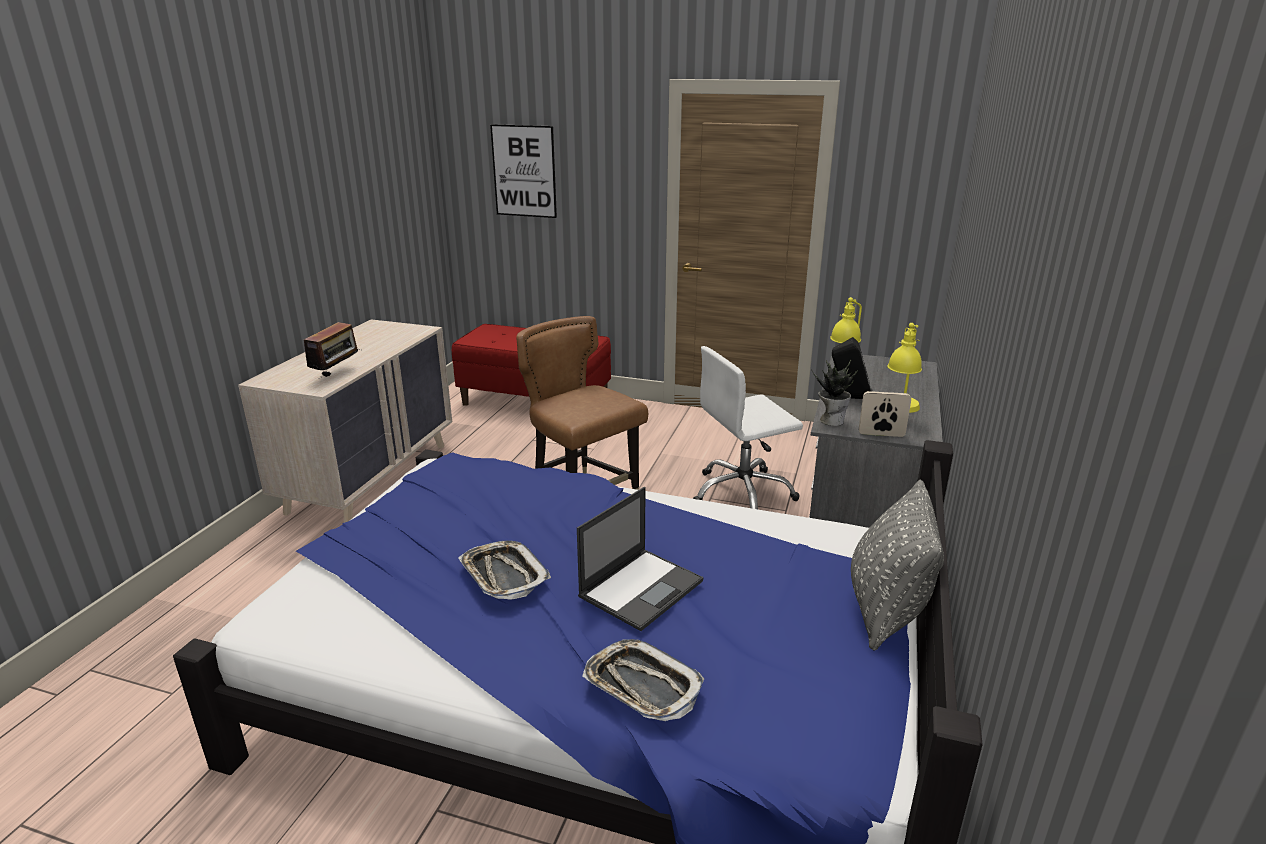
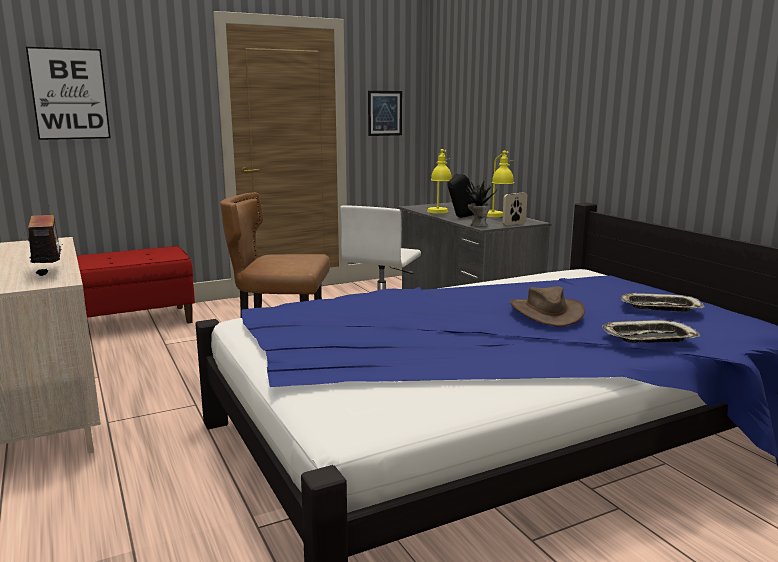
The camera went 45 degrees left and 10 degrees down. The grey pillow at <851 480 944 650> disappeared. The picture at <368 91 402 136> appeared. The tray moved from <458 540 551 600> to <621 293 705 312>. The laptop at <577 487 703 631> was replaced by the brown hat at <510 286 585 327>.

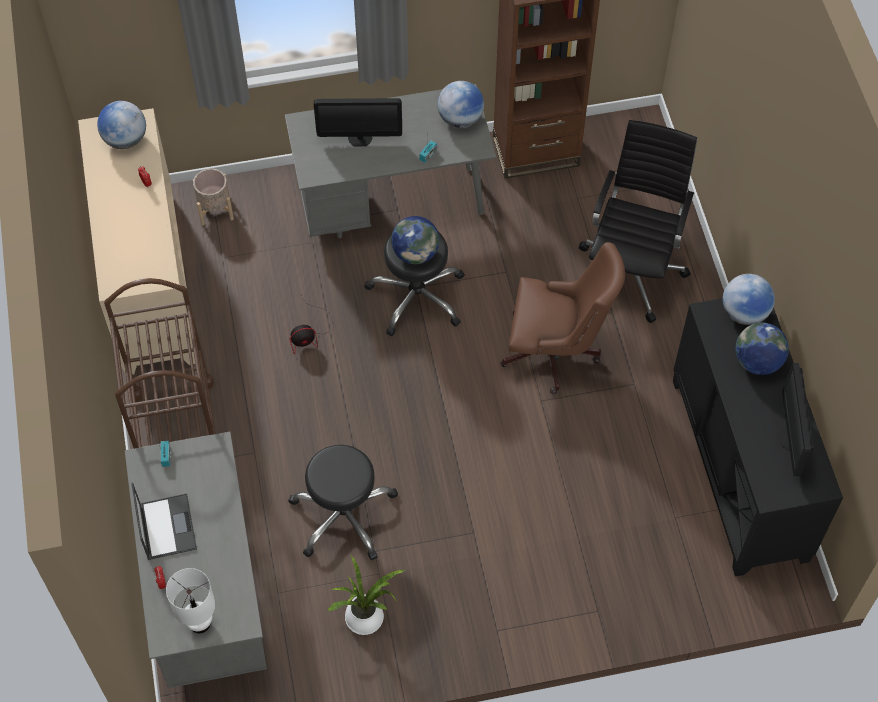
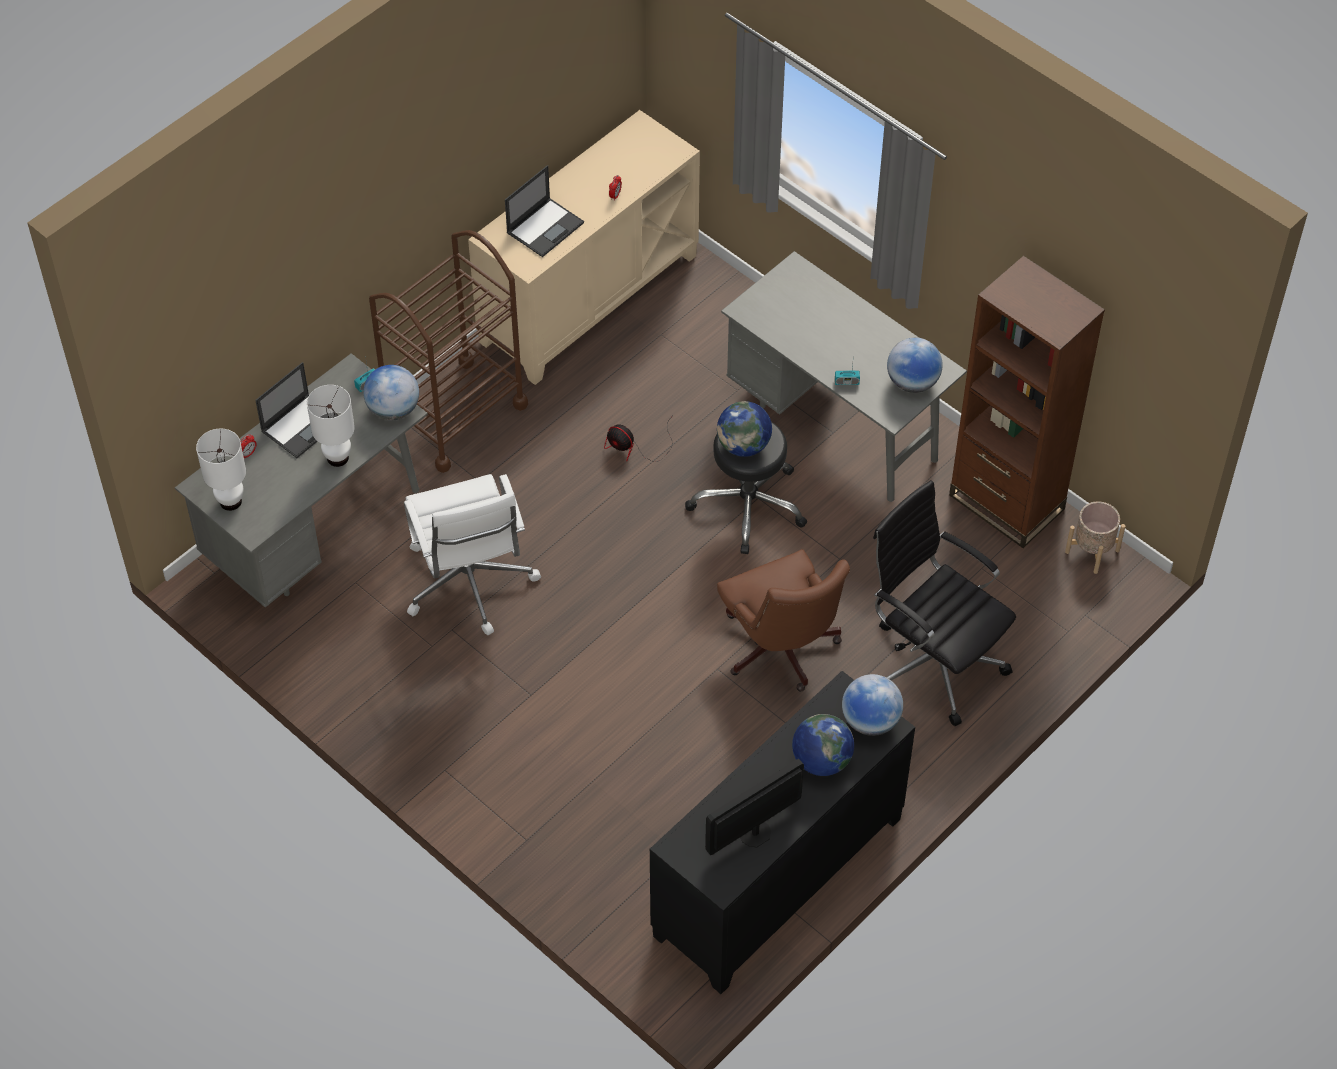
The camera went 55 degrees right and 5 degrees down. The monitor at <314 98 402 146> disappeared. The potted plant at <328 554 405 635> disappeared. The white table lamp at <307 385 355 467> appeared. The laptop at <505 165 584 257> appeared. The globe moved from <97 101 146 149> to <363 365 419 420>. The beige planter moved from <193 169 234 225> to <1065 501 1126 574>. The black stool at <288 445 398 560> was replaced by the white office chair at <404 474 541 635>. The black office chair at <579 120 698 323> turned 120 degrees counterclockwise.

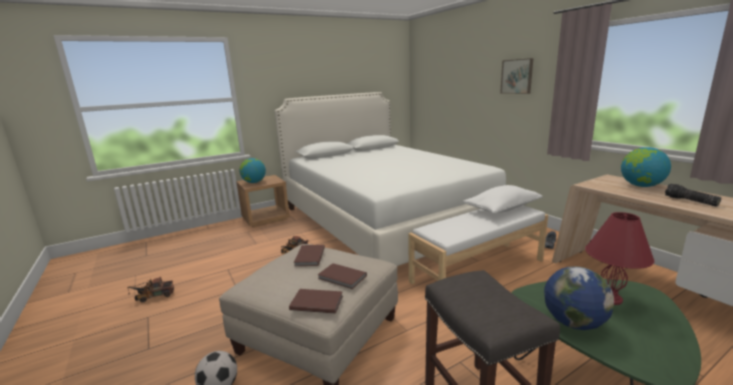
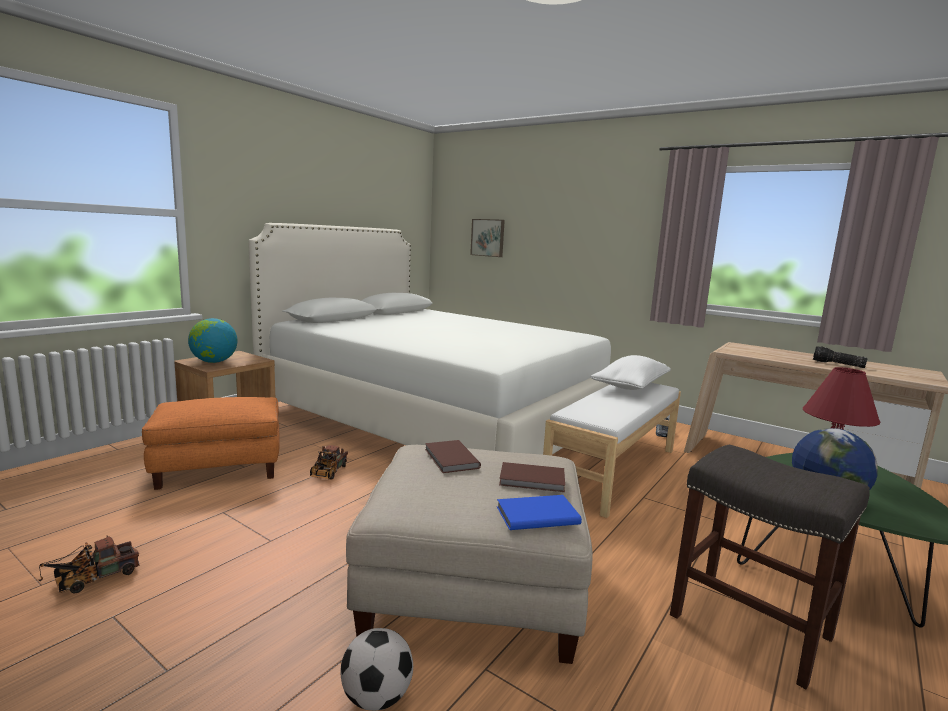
The camera went 25 degrees left and 5 degrees down. The globe at <621 147 671 187> disappeared. The orange ottoman at <142 397 280 490> appeared. The picture moved from <500 58 533 94> to <470 219 505 257>. The brown book at <289 289 343 314> became the blue book at <497 495 582 530>.

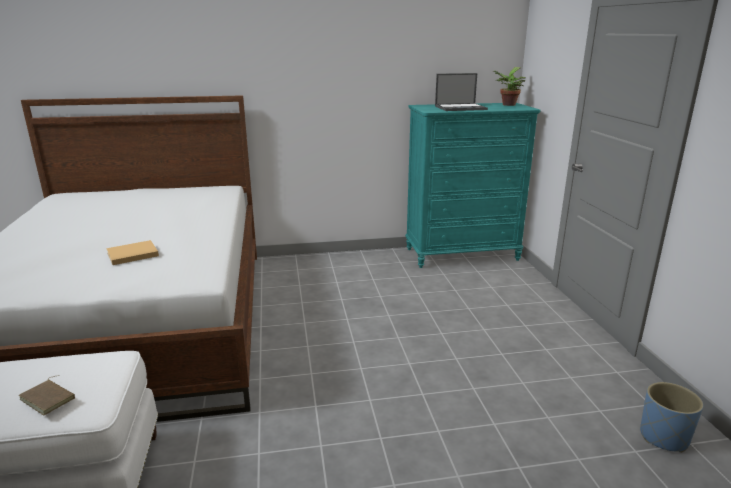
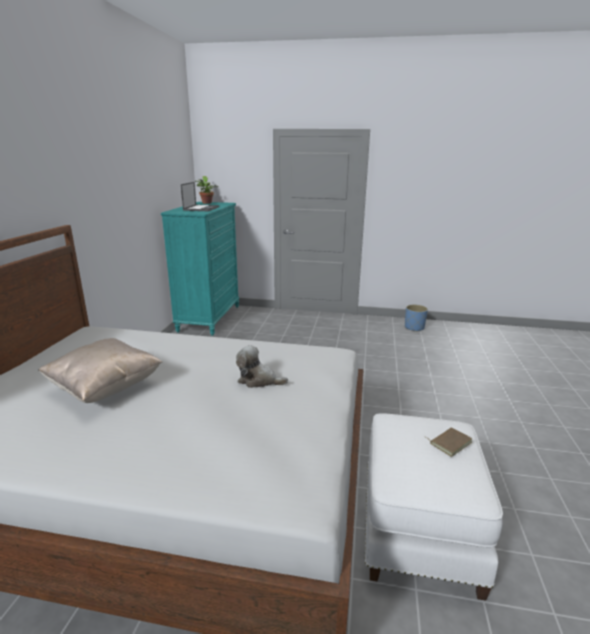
The camera went 70 degrees left and 0 degrees up. The beige pillow at <38 338 162 403> appeared. The beige book at <106 240 159 265> was replaced by the plush toy at <236 345 288 388>.

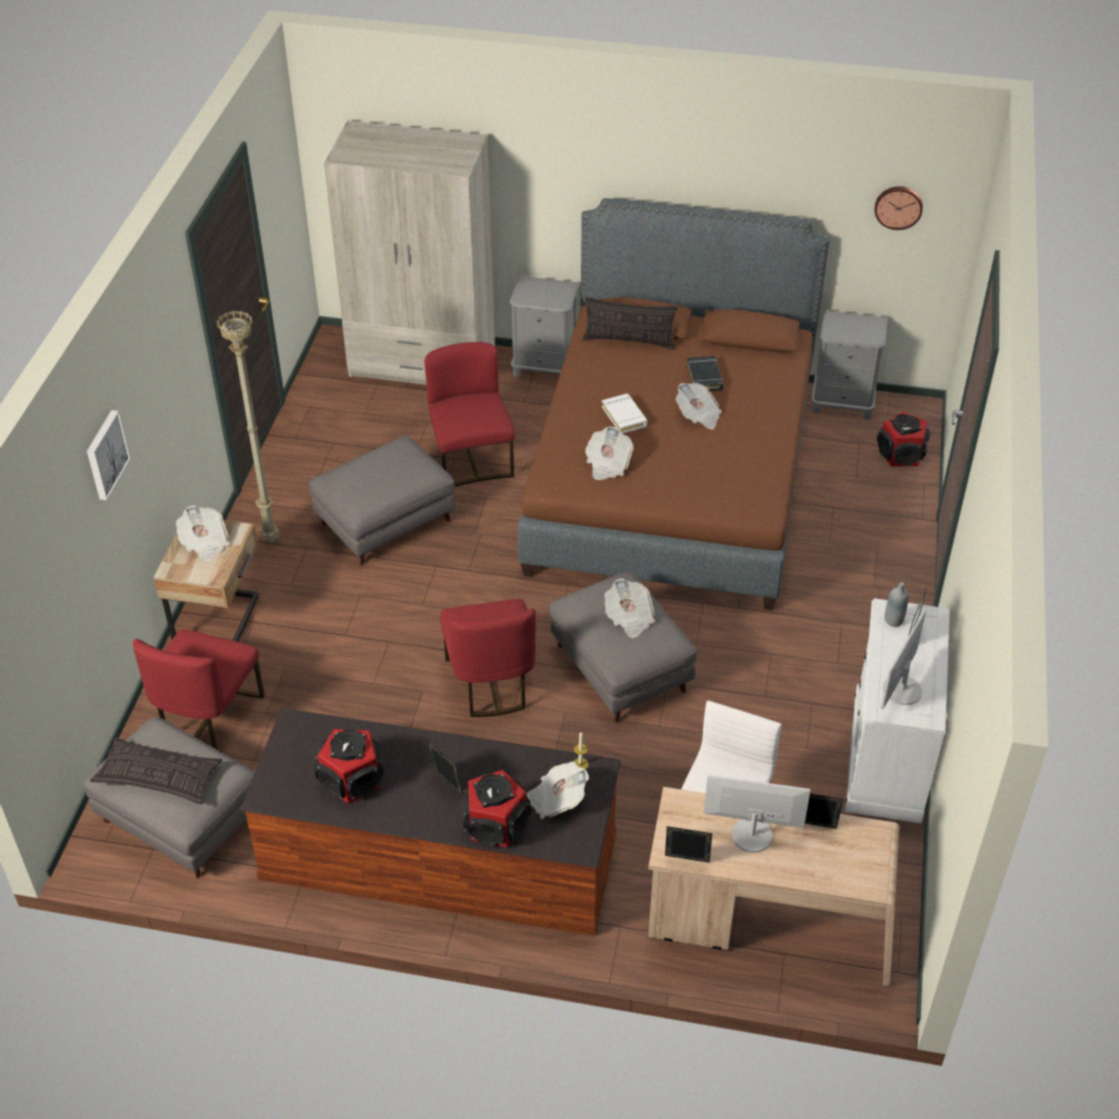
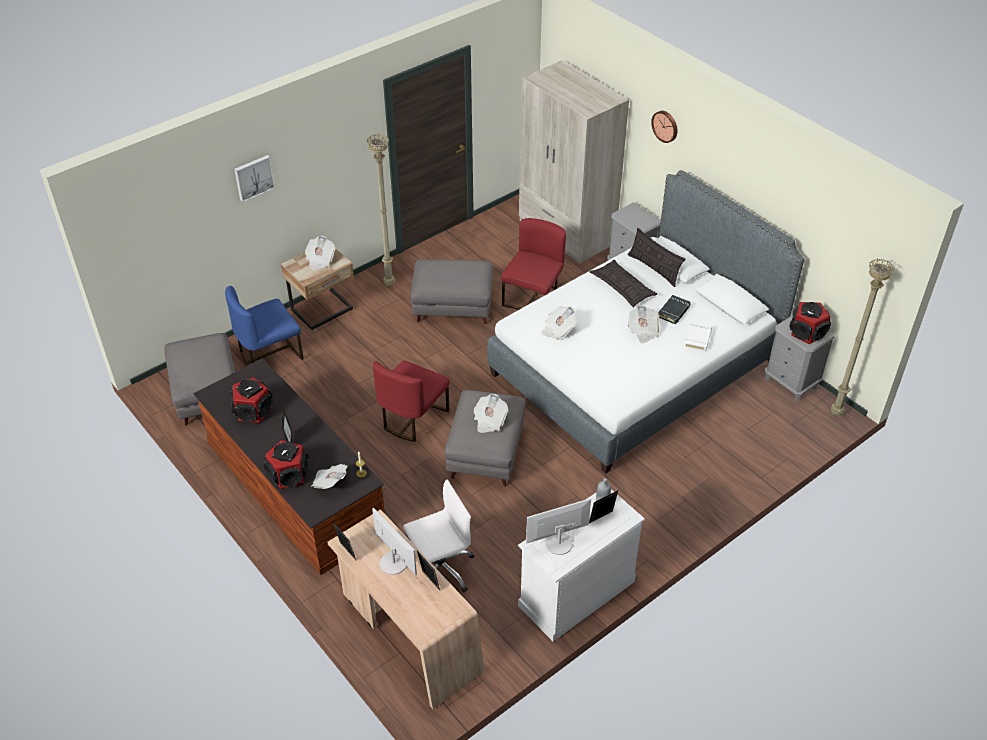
The camera went 40 degrees right and 0 degrees up. The beige floor lamp at <831 258 895 416> appeared. The pillow moved from <90 737 222 804> to <590 260 657 308>. The white book moved from <602 393 647 434> to <685 322 712 351>. The wall clock moved from <875 186 923 230> to <651 111 677 143>. The speaker moved from <877 412 930 466> to <789 302 831 344>. The red chair at <133 629 265 750> became the blue chair at <225 286 304 366>. The brown bed at <518 198 830 610> became the white bed at <487 170 804 474>.

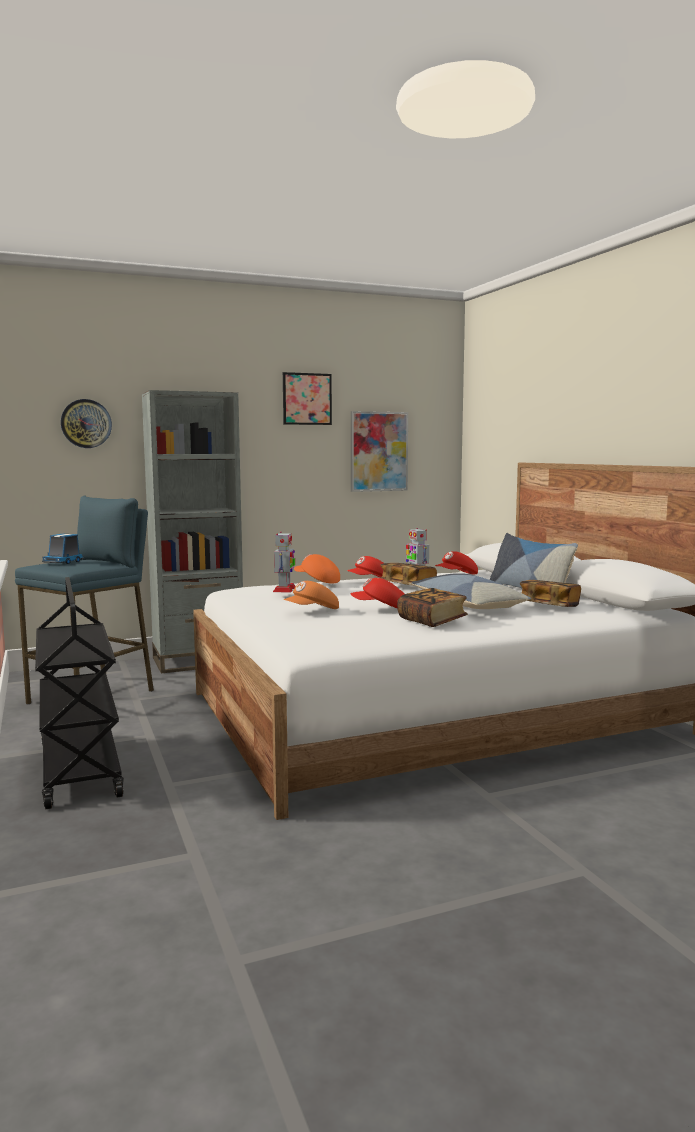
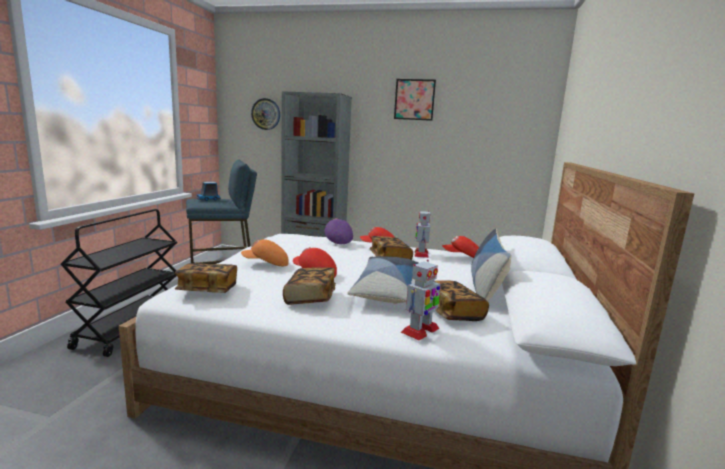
The camera went 35 degrees right and 5 degrees up. The picture at <351 411 408 492> disappeared. The book at <175 263 237 293> appeared. The toy robot moved from <273 532 296 593> to <401 259 440 340>. The orange cap at <294 554 340 584> became the purple cap at <325 218 353 244>.

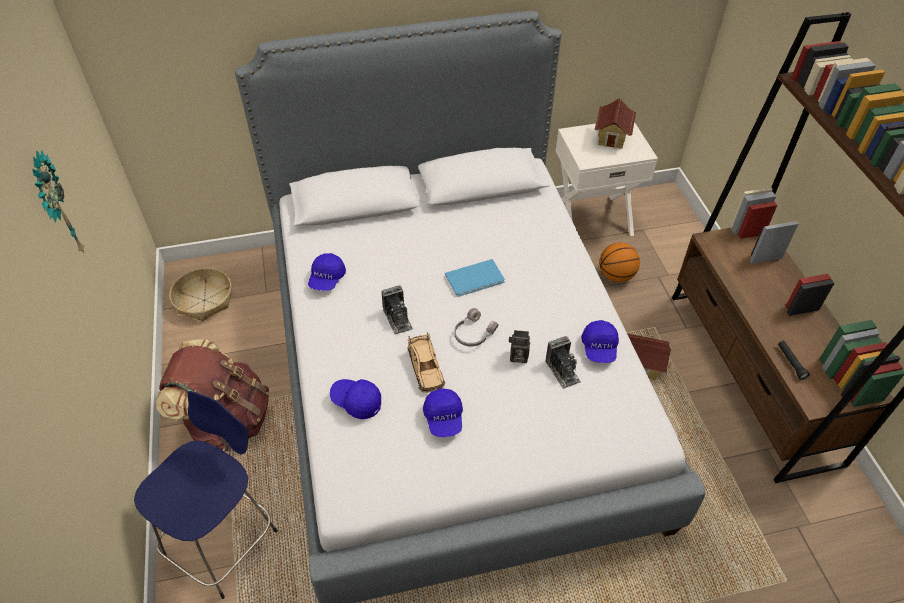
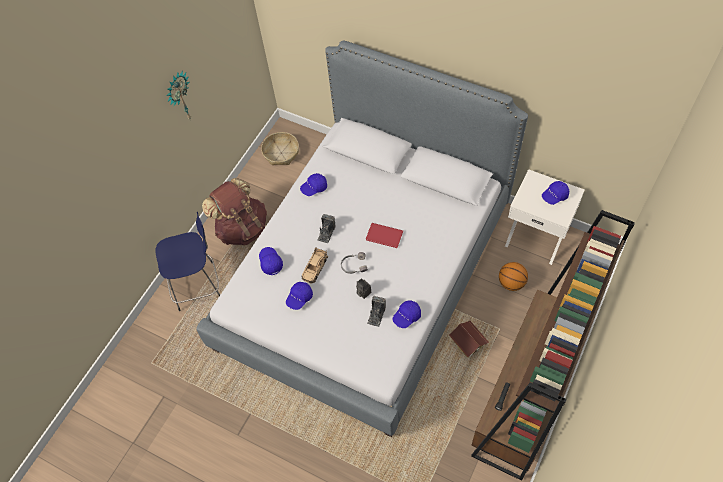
The camera went 45 degrees right and 10 degrees up. The toy house at <595 99 636 149> was replaced by the blue cap at <542 181 569 205>. The blue book at <445 259 505 297> became the red book at <366 223 403 248>.

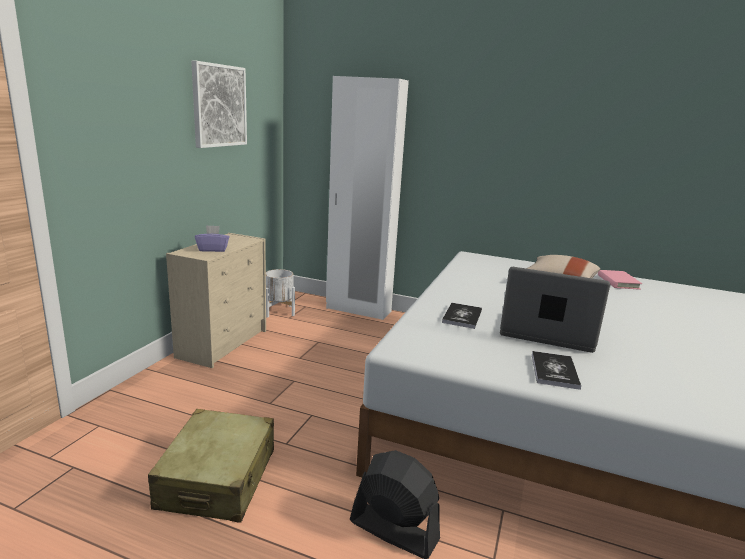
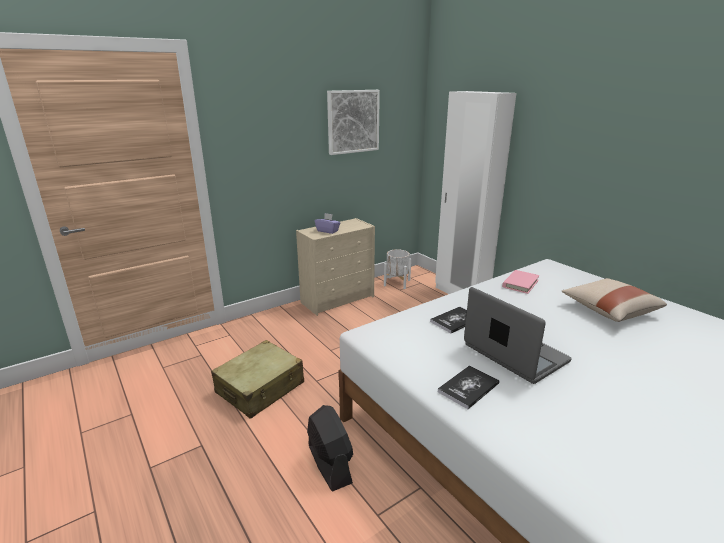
The camera went 35 degrees right and 5 degrees up. The pink book moved from <598 270 642 290> to <502 270 540 294>.

